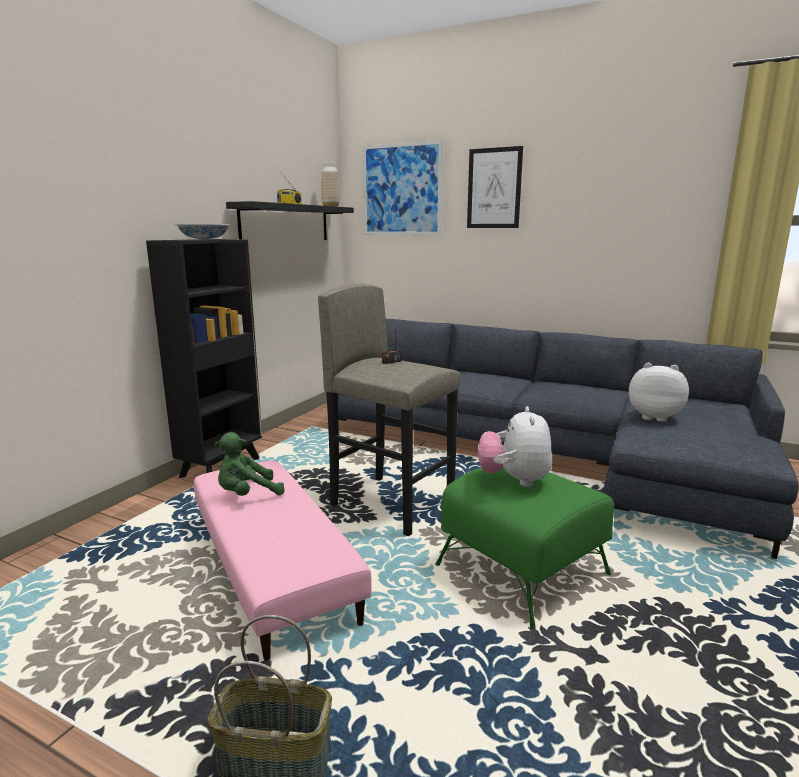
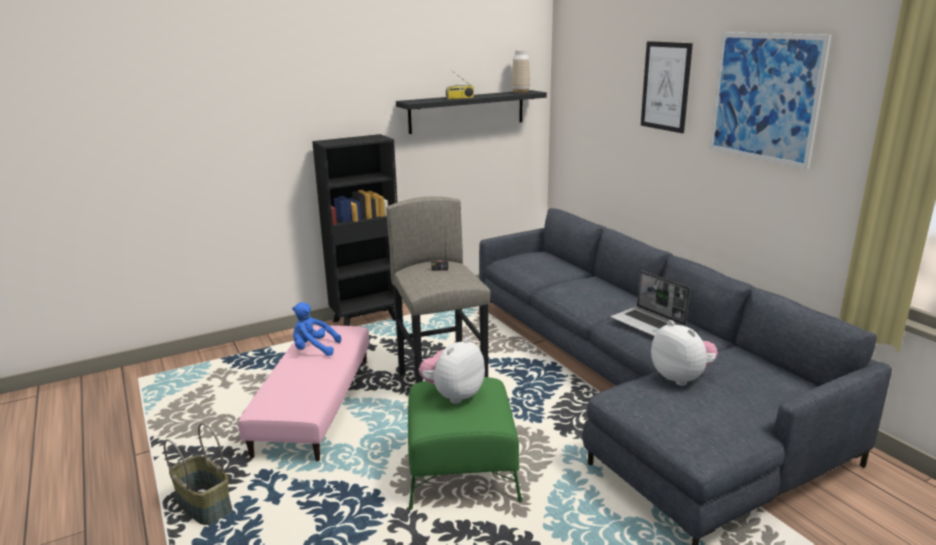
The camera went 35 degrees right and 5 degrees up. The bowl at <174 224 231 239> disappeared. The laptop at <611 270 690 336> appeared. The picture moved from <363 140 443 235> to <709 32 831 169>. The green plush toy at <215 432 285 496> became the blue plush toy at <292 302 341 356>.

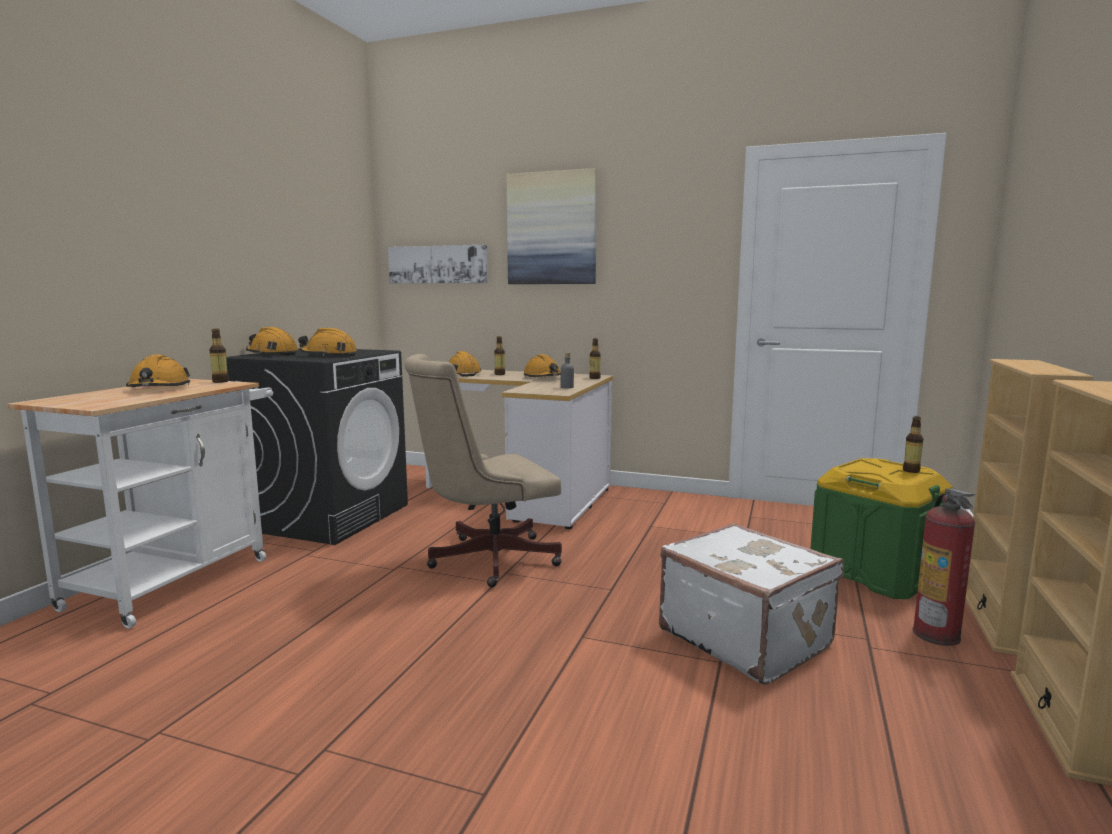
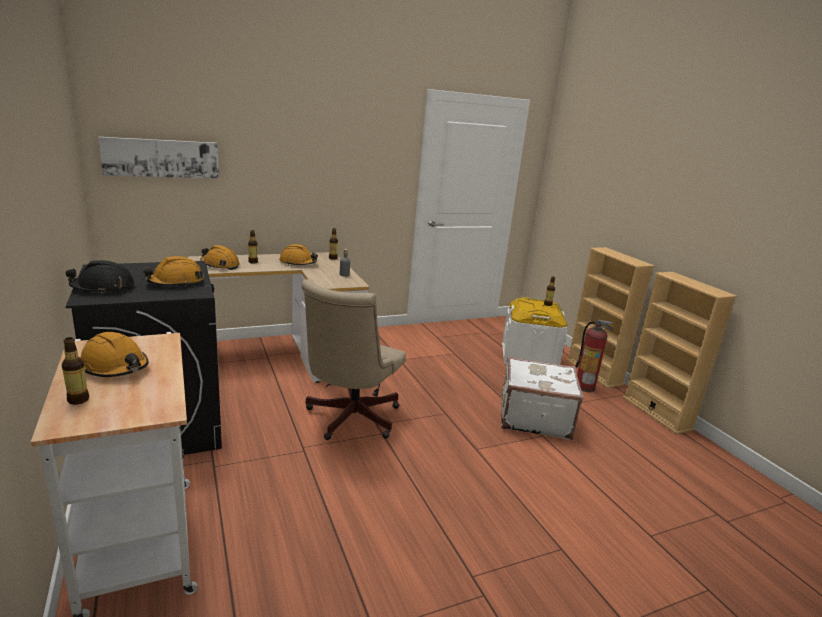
The camera went 45 degrees left and 10 degrees up. The picture at <506 168 597 284> disappeared. The bottle moved from <210 329 229 383> to <62 337 89 405>. The orange hard hat at <246 327 298 356> became the black hard hat at <66 260 135 294>. The green storage box at <810 458 953 599> became the white storage box at <502 297 567 365>.

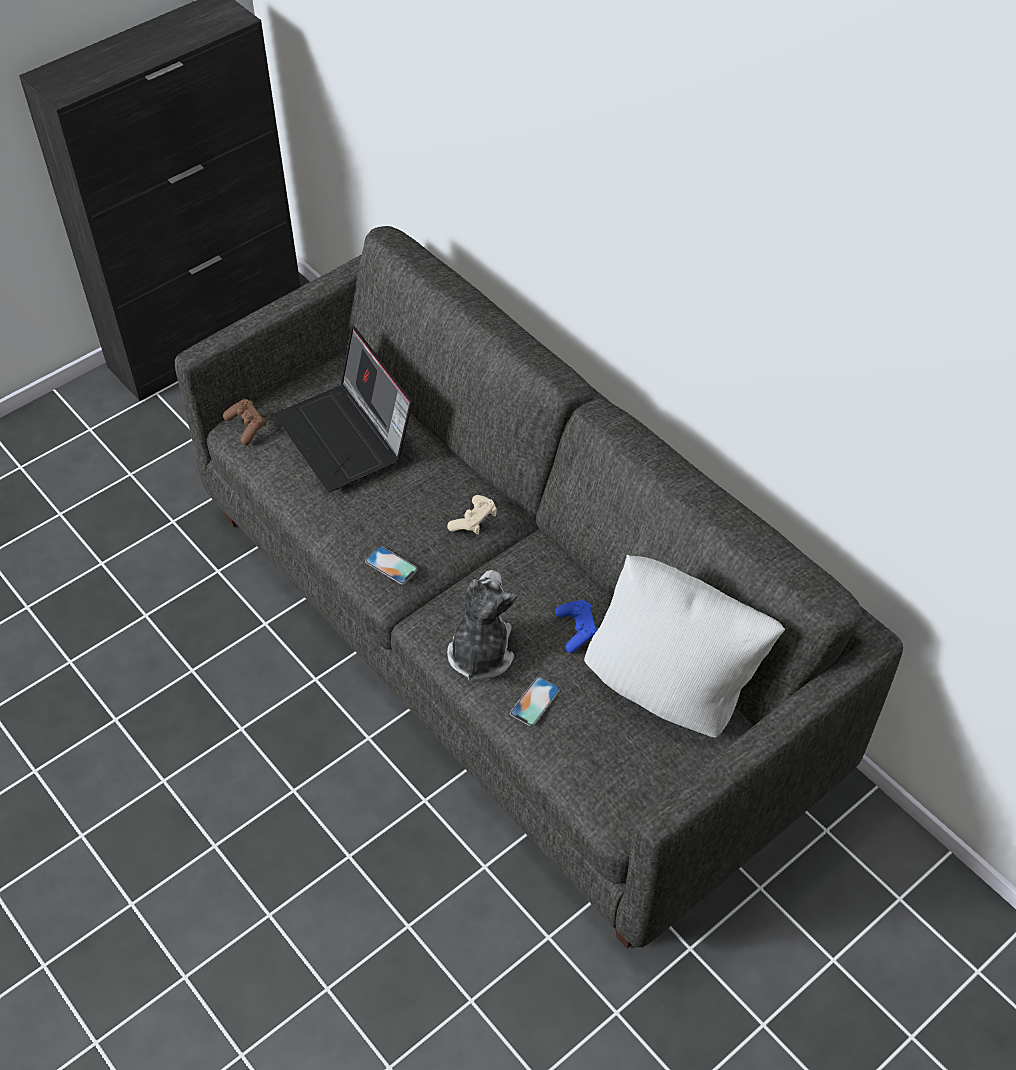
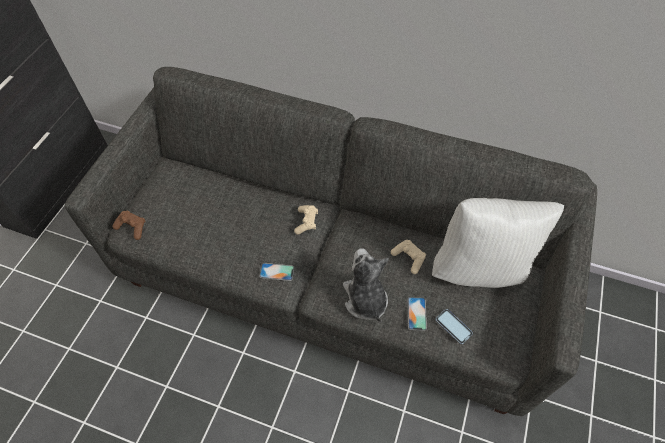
The camera went 30 degrees left and 5 degrees up. The laptop at <274 326 413 492> disappeared. The phone at <436 309 473 344> appeared. The blue game controller at <555 600 598 653> became the beige game controller at <391 240 426 274>.

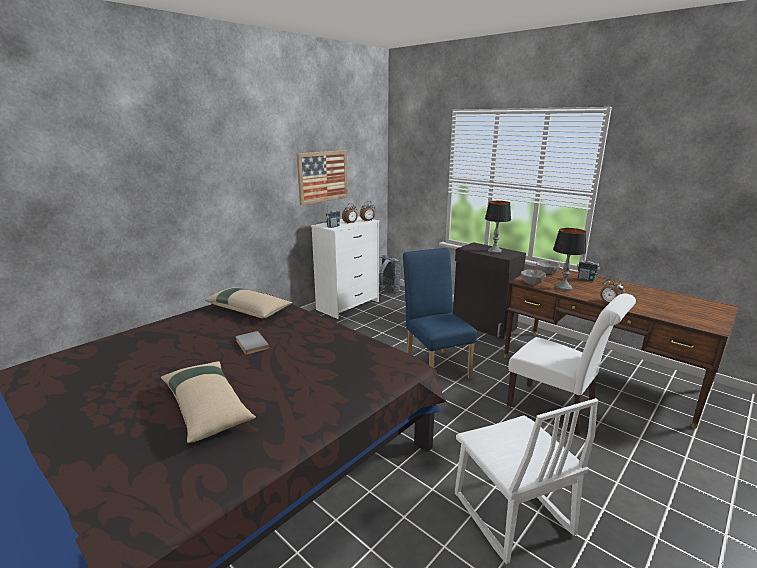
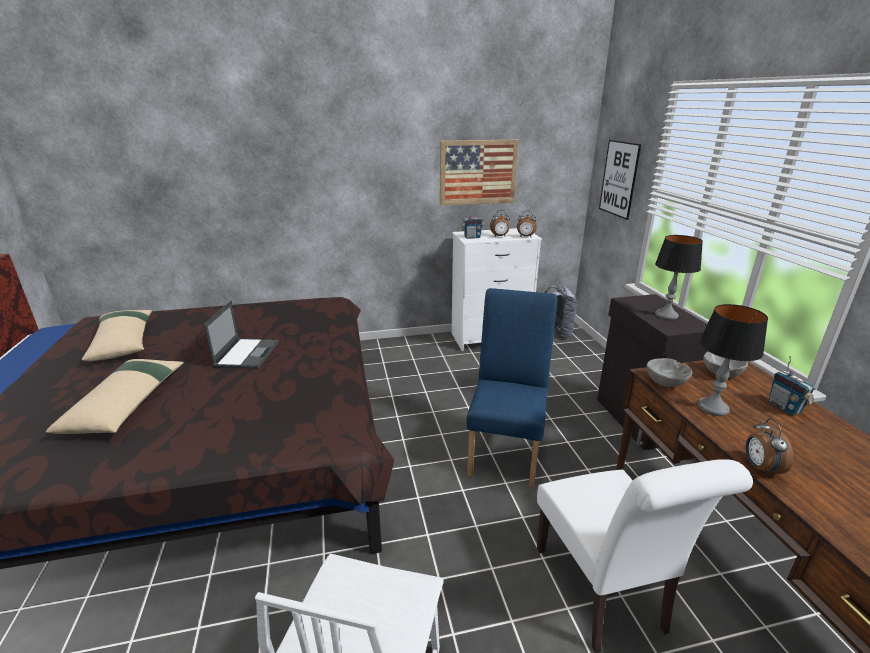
The camera went 35 degrees right and 5 degrees up. The picture at <599 140 641 220> appeared. The beige pillow moved from <205 287 292 319> to <82 310 152 361>. The grey book at <236 331 269 354> was replaced by the laptop at <204 301 279 369>.

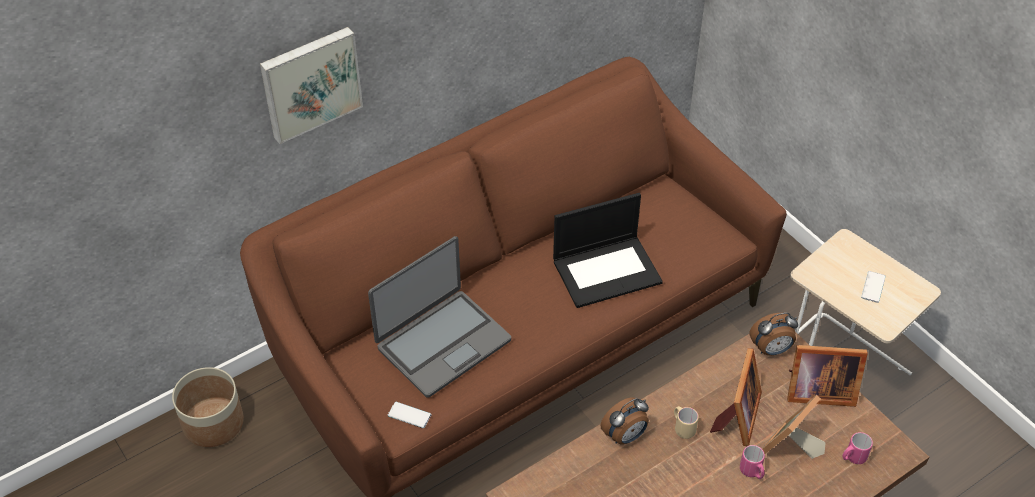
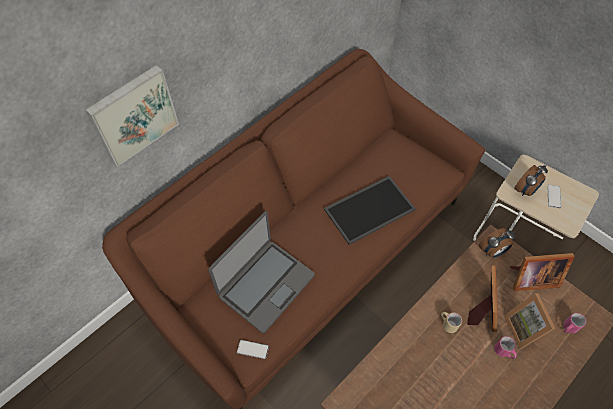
The camera went 10 degrees left and 10 degrees up. The planter at <172 367 244 447> disappeared. The alarm clock moved from <600 398 649 445> to <514 165 548 196>. The laptop at <553 193 663 308> was replaced by the tray at <324 176 416 245>. The picture frame at <761 395 826 459> turned 45 degrees counterclockwise.

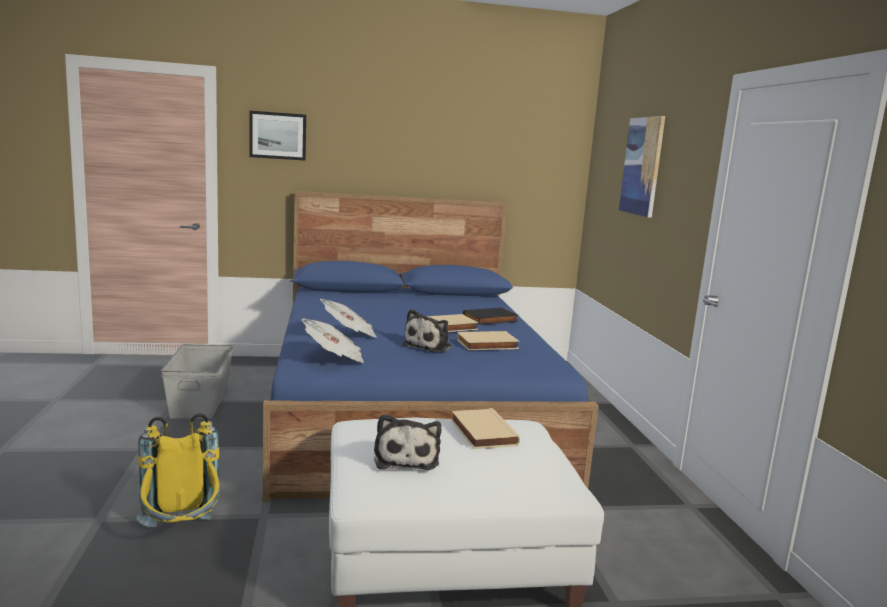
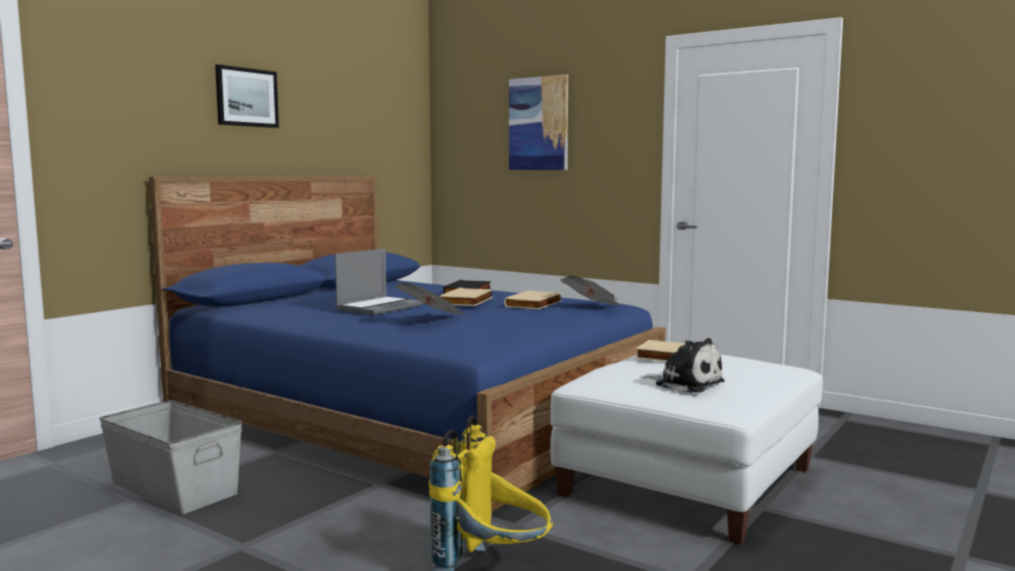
The camera went 45 degrees left and 5 degrees down. The plush toy at <402 309 452 352> disappeared. The laptop at <335 248 422 315> appeared. The picture moved from <249 111 306 161> to <215 64 279 128>. The newspaper moved from <302 318 364 363> to <560 276 621 305>.

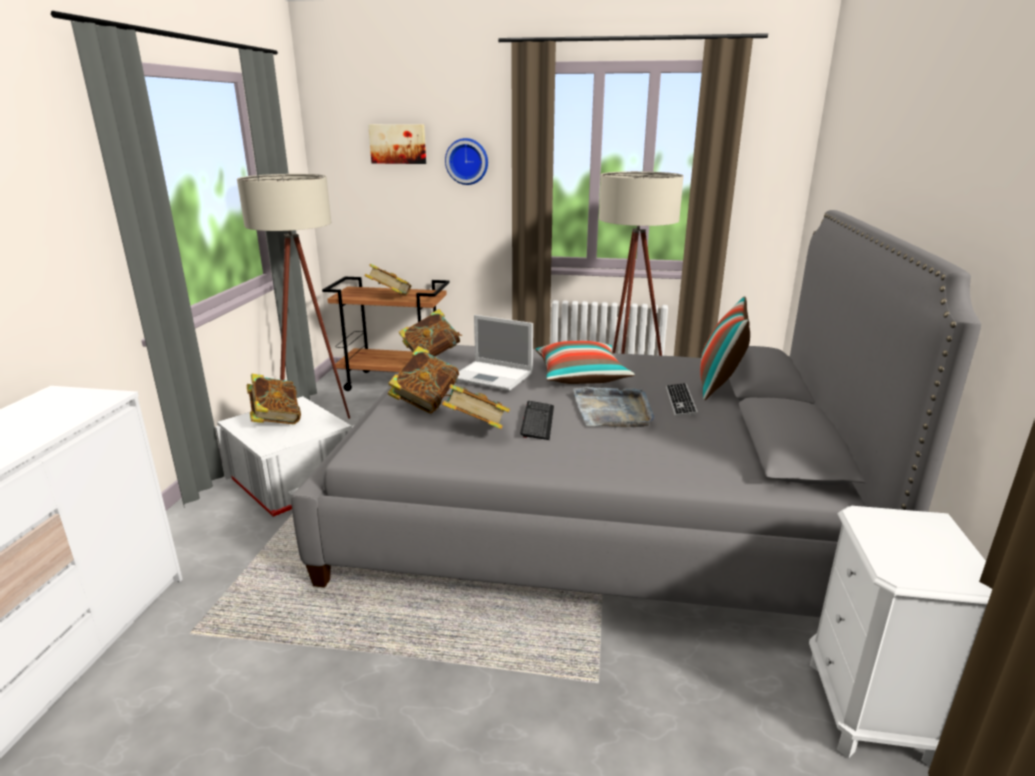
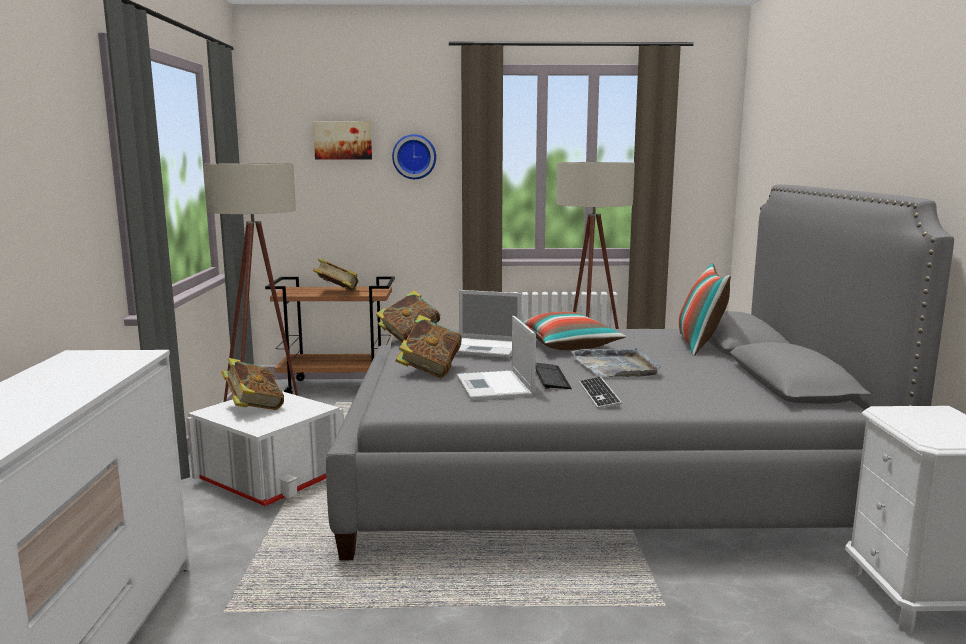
The camera went 10 degrees left and 10 degrees down. The keyboard moved from <666 383 698 416> to <579 377 622 409>. The book at <441 384 510 429> was replaced by the laptop at <457 316 536 401>.

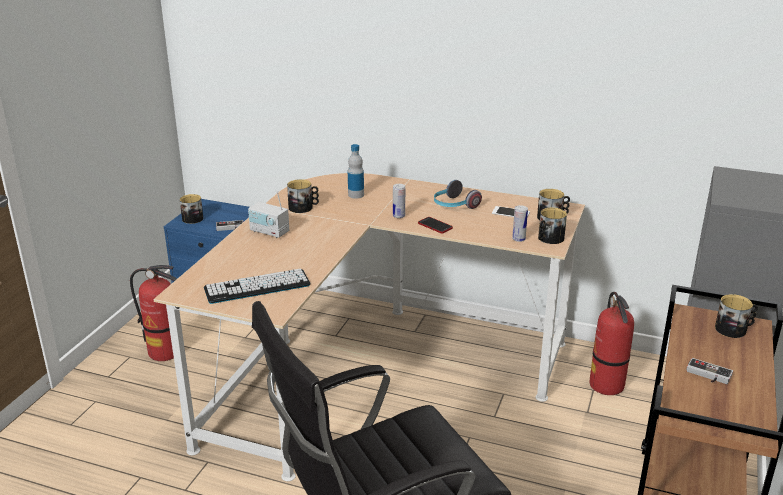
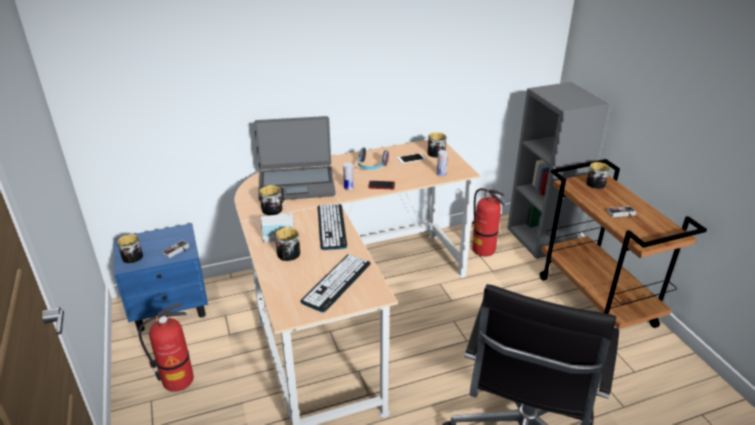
The camera went 40 degrees left and 5 degrees up. The keyboard at <318 204 347 250> appeared. The mug moved from <538 208 567 244> to <275 227 300 261>. The bottle at <348 144 364 199> was replaced by the laptop at <254 116 336 201>.

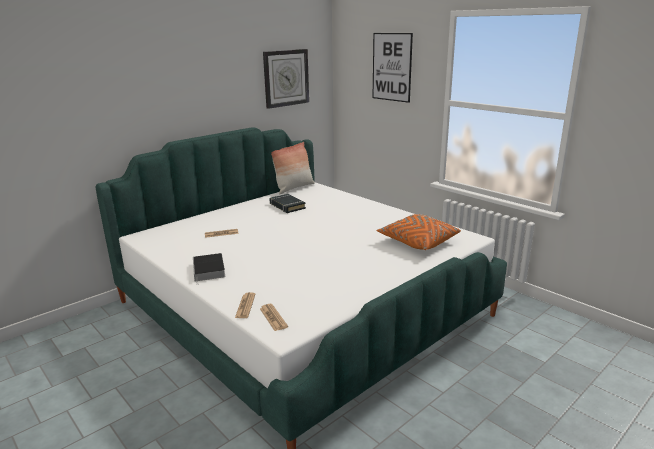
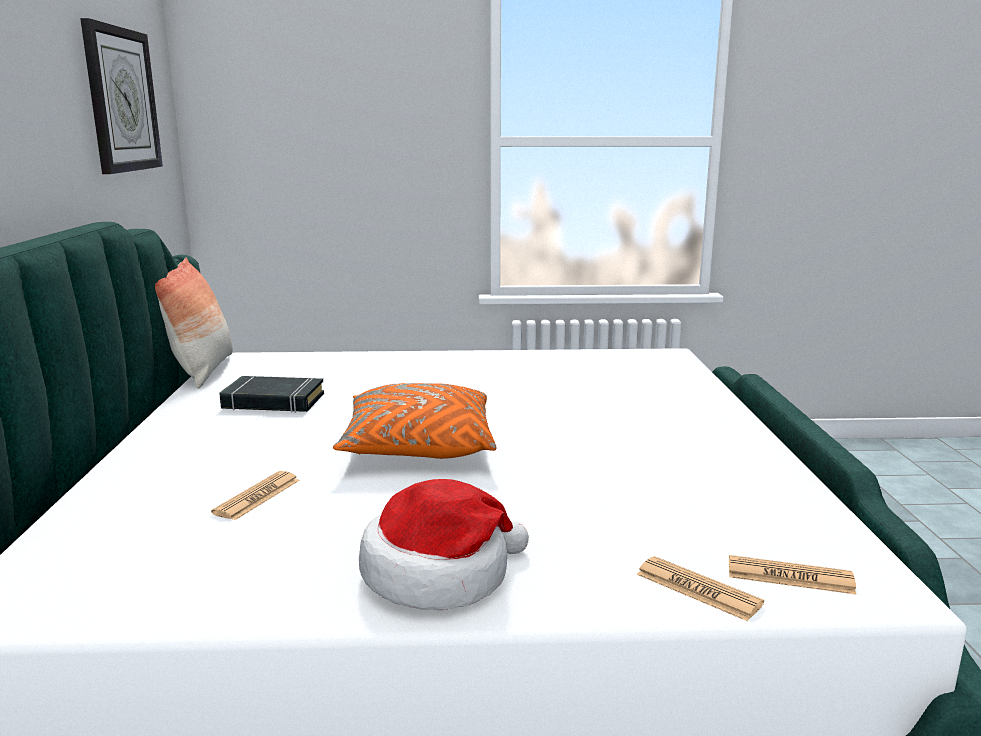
The camera went 50 degrees left and 5 degrees down. The picture at <373 33 413 103> disappeared. The orange pillow moved from <377 214 461 250> to <333 383 496 459>. The book at <193 253 226 285> was replaced by the hat at <359 479 529 610>.

